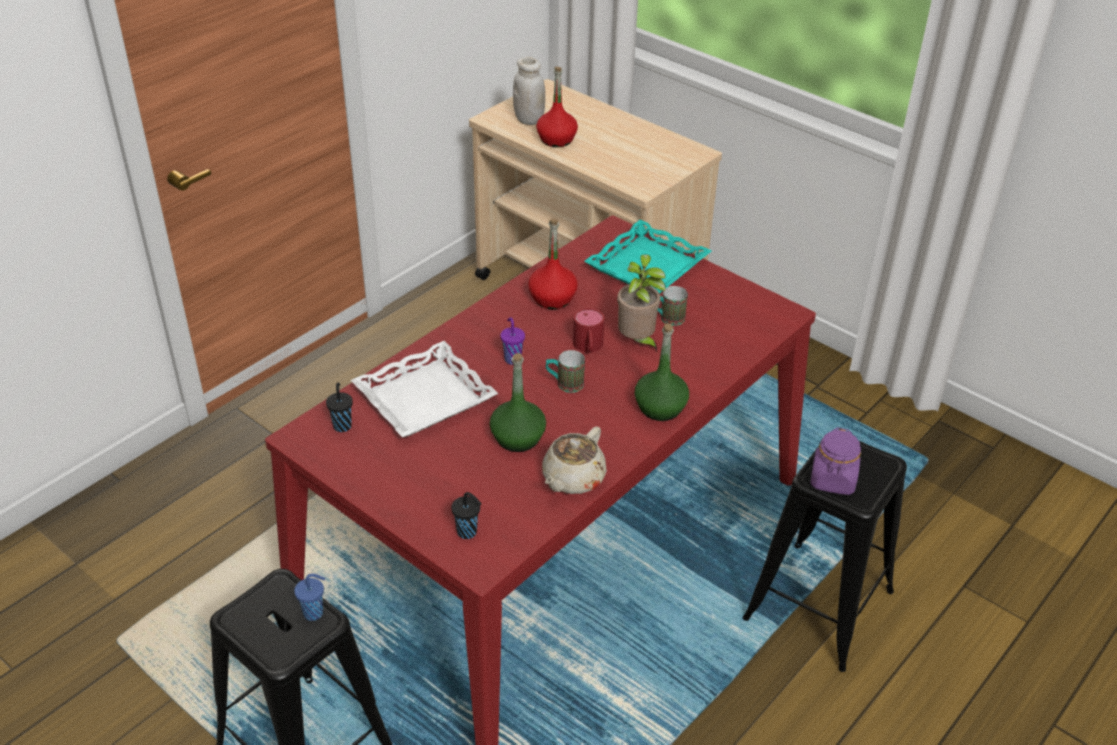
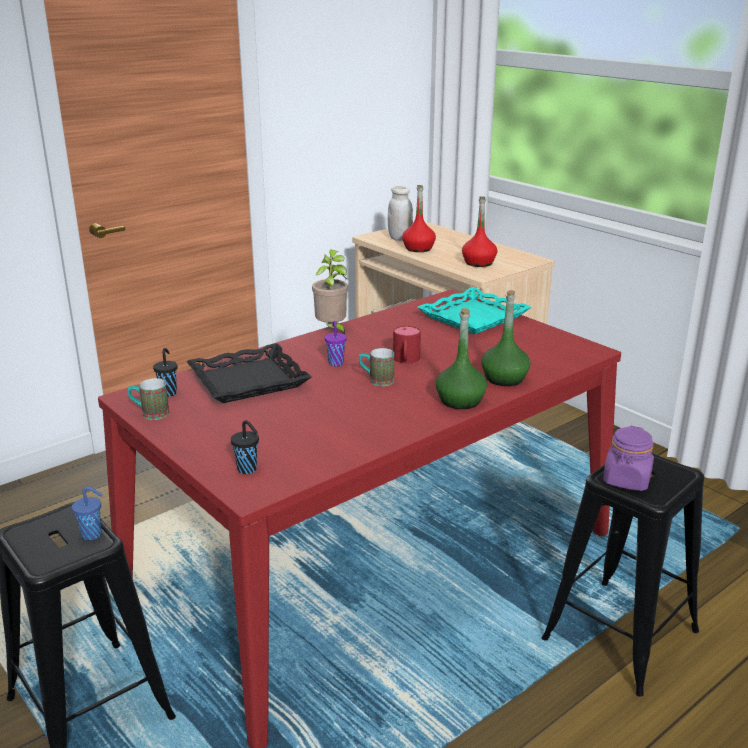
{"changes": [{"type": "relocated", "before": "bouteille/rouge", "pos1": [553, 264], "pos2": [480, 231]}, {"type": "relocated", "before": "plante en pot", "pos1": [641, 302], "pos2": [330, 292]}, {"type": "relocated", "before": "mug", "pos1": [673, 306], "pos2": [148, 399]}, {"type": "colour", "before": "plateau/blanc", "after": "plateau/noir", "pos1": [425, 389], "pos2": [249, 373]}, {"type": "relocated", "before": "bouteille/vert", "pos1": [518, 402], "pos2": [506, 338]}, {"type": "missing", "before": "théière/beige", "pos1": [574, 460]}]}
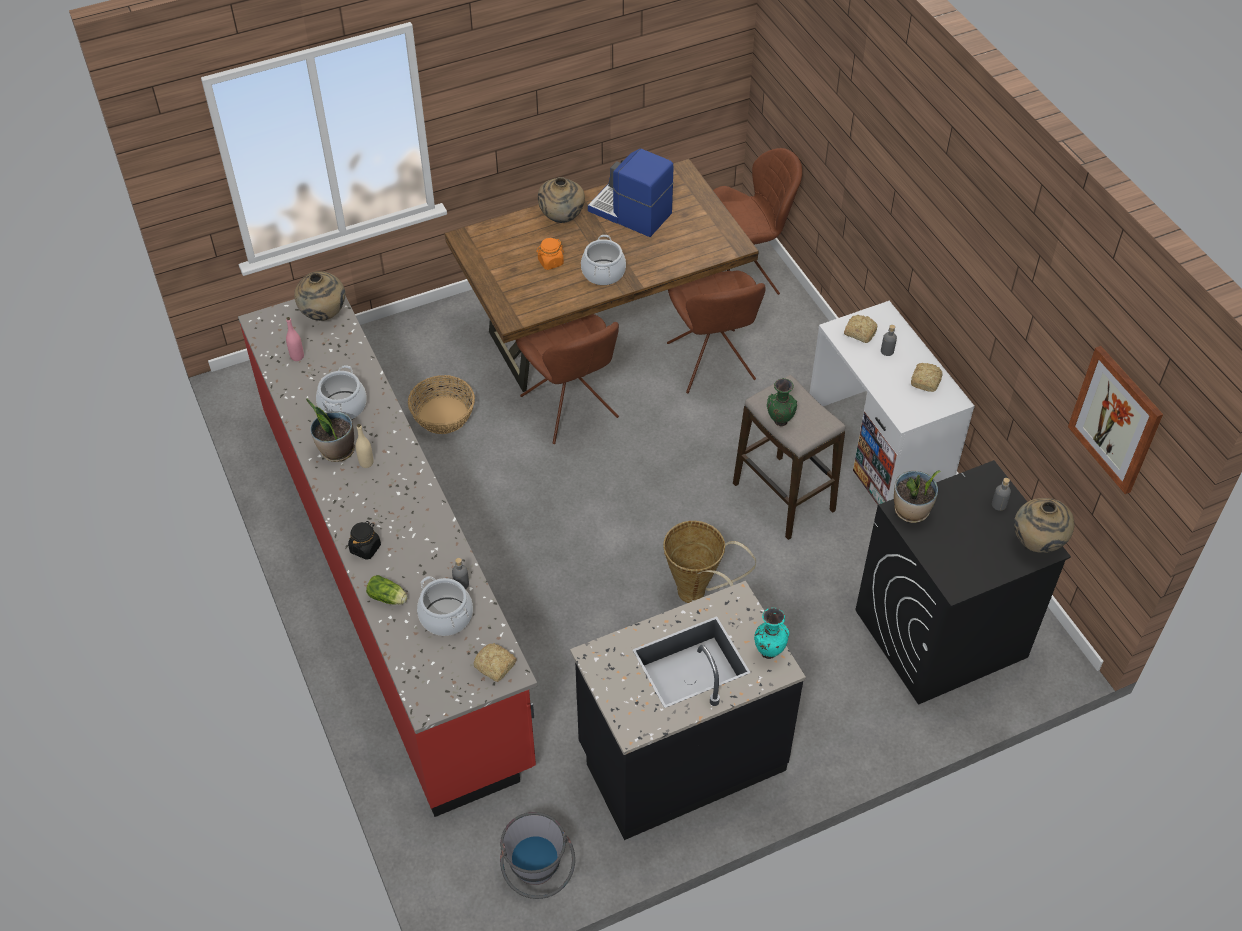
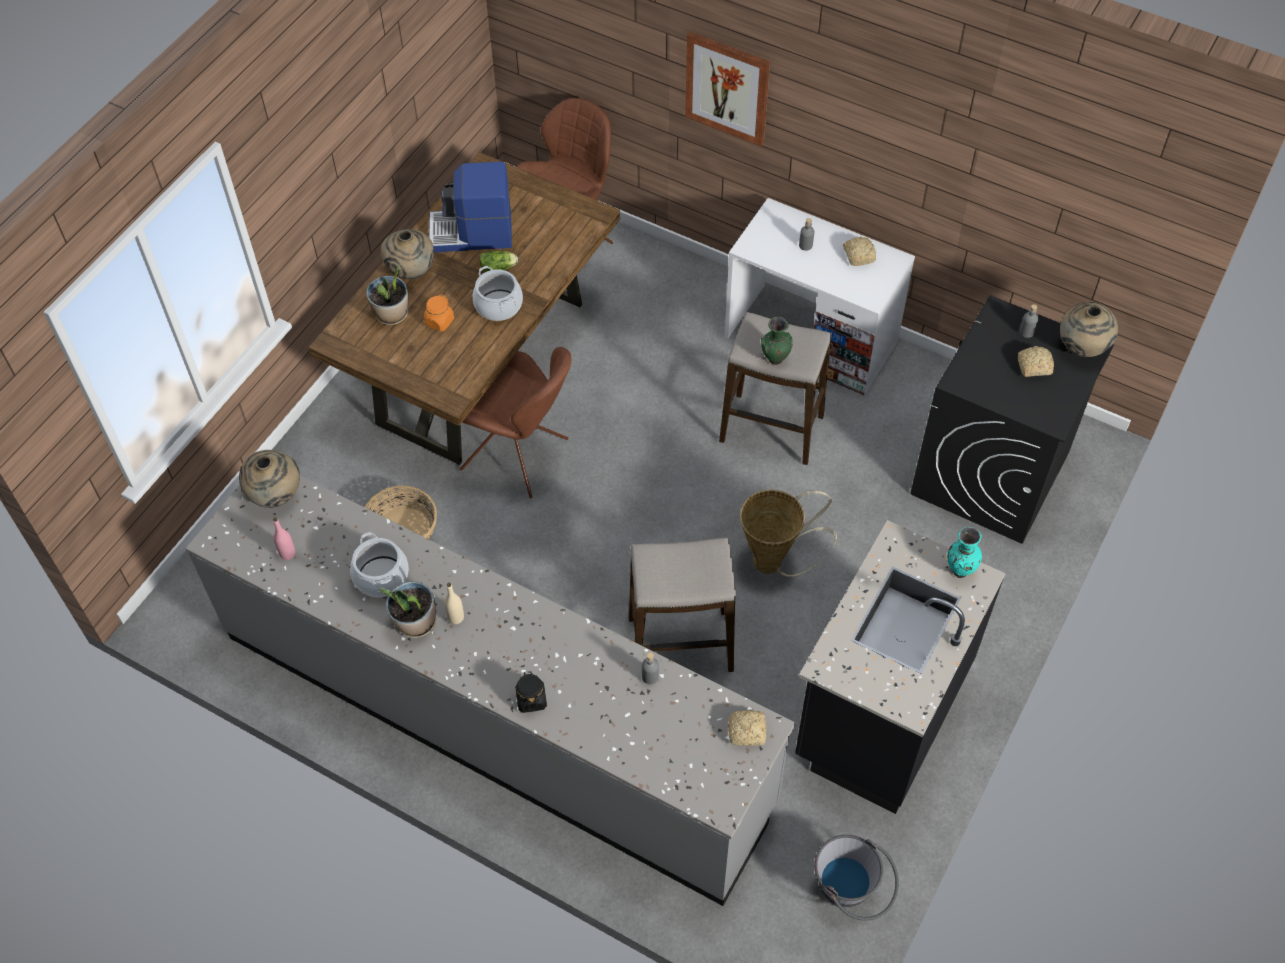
{"changes": [{"type": "missing", "before": "chaise/marron", "pos1": [716, 331]}, {"type": "colour", "before": "comptoir de cuisine/rouge", "after": "comptoir de cuisine/gris", "pos1": [387, 556], "pos2": [490, 690]}, {"type": "relocated", "before": "pain", "pos1": [861, 329], "pos2": [1036, 361]}, {"type": "relocated", "before": "tableau", "pos1": [1115, 420], "pos2": [727, 89]}, {"type": "relocated", "before": "plante en pot", "pos1": [917, 497], "pos2": [387, 295]}, {"type": "relocated", "before": "laitue", "pos1": [387, 590], "pos2": [499, 261]}, {"type": "missing", "before": "marmite", "pos1": [445, 606]}, {"type": "appeared", "after": "tabouret", "pos2": [682, 605]}]}
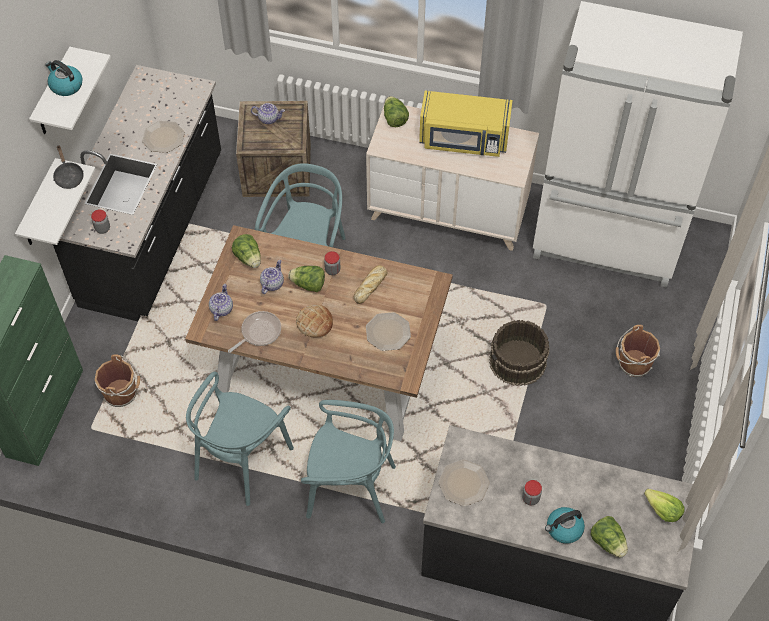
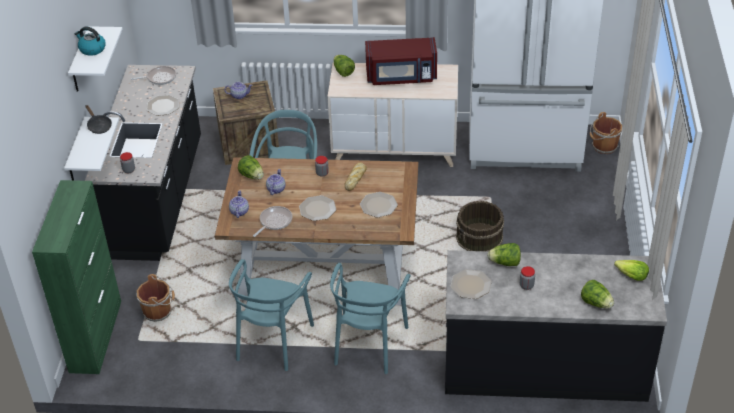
{"changes": [{"type": "colour", "before": "micro-ondes/jaune", "after": "micro-ondes/rouge", "pos1": [466, 124], "pos2": [401, 61]}, {"type": "relocated", "before": "laitue", "pos1": [306, 279], "pos2": [504, 254]}, {"type": "exchanged", "before": "pain", "after": "assiette", "pos1": [314, 321], "pos2": [317, 208]}, {"type": "relocated", "before": "seau/marron", "pos1": [638, 351], "pos2": [606, 133]}, {"type": "spun", "before": "chaise/turquoise", "pos1": [348, 461], "pos2": [370, 318], "turn": 105}, {"type": "missing", "before": "bouilloire", "pos1": [565, 525]}, {"type": "appeared", "after": "poêle", "pos2": [153, 75]}]}
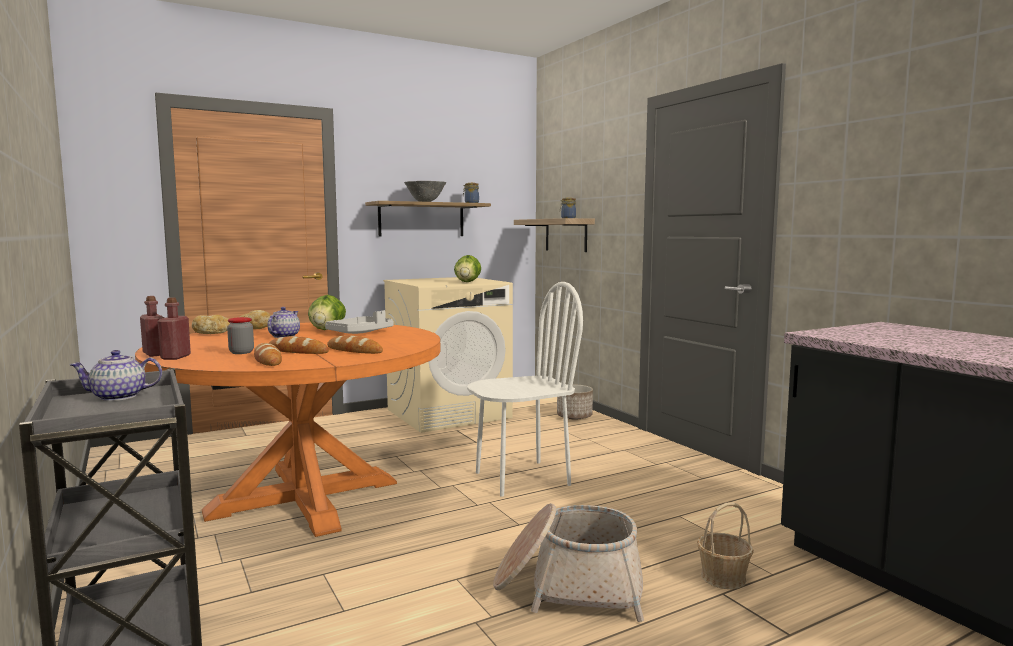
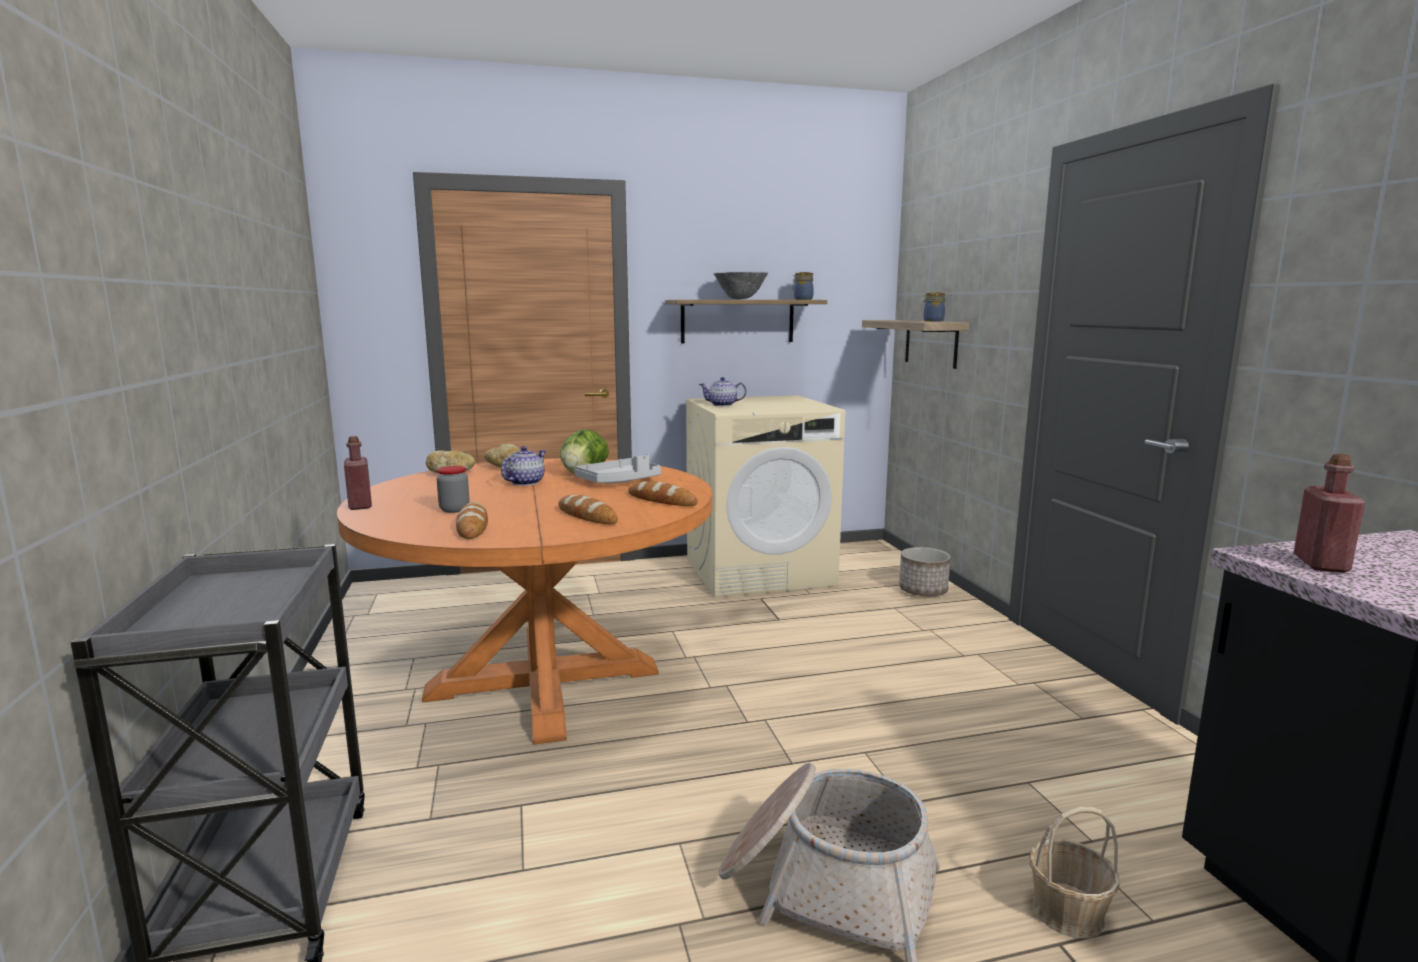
{"changes": [{"type": "missing", "before": "laitue", "pos1": [467, 268]}, {"type": "missing", "before": "chaise/blanc", "pos1": [525, 389]}, {"type": "relocated", "before": "bouteille/rouge", "pos1": [174, 328], "pos2": [1329, 513]}, {"type": "relocated", "before": "pain", "pos1": [299, 345], "pos2": [663, 493]}, {"type": "relocated", "before": "théière", "pos1": [116, 375], "pos2": [722, 391]}]}
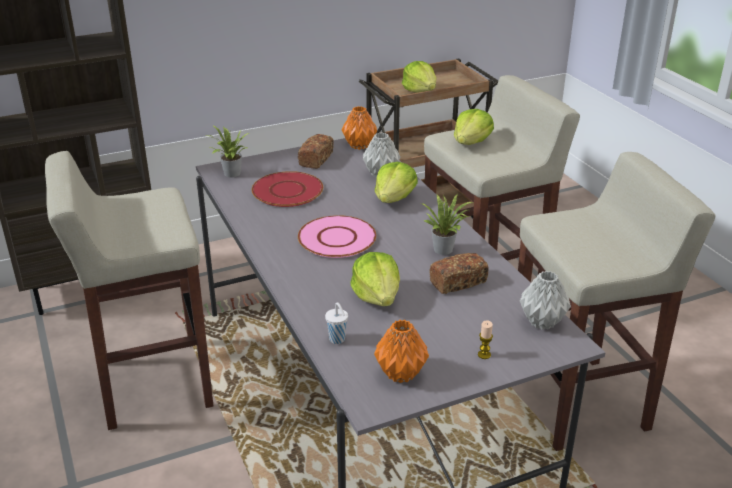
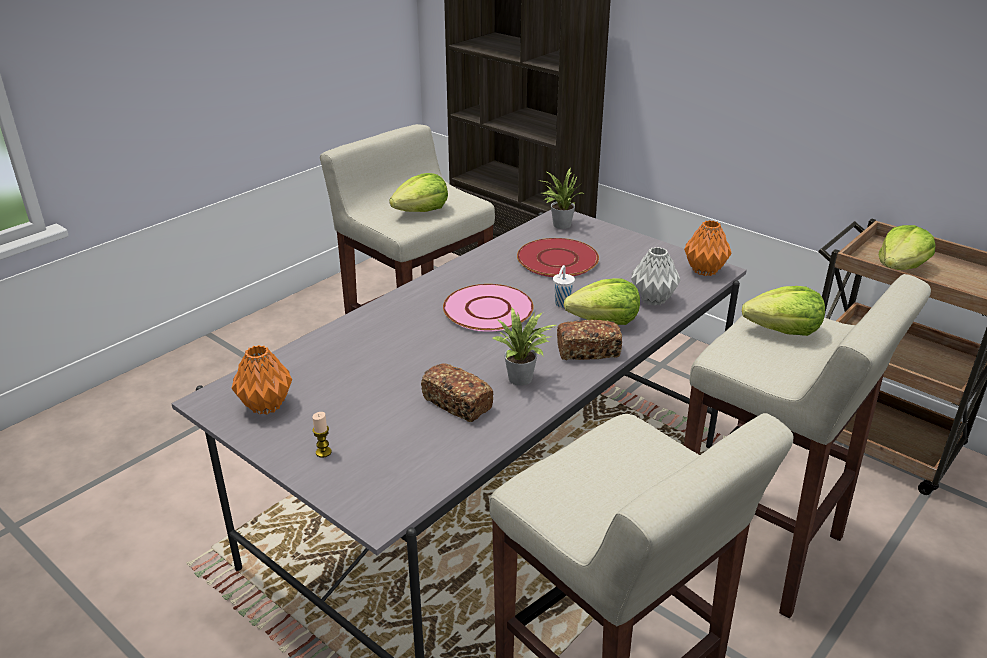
{"changes": [{"type": "relocated", "before": "pain", "pos1": [316, 151], "pos2": [589, 340]}, {"type": "relocated", "before": "laitue", "pos1": [375, 279], "pos2": [418, 192]}, {"type": "missing", "before": "vase/gris", "pos1": [545, 300]}, {"type": "relocated", "before": "tasse/blanc", "pos1": [336, 323], "pos2": [564, 286]}]}
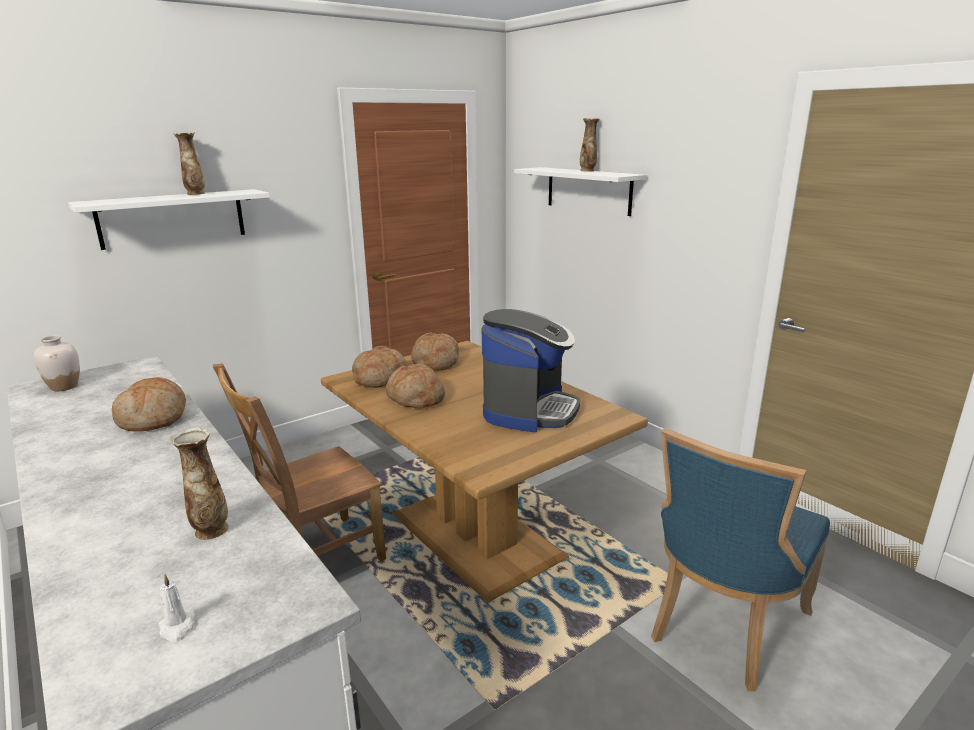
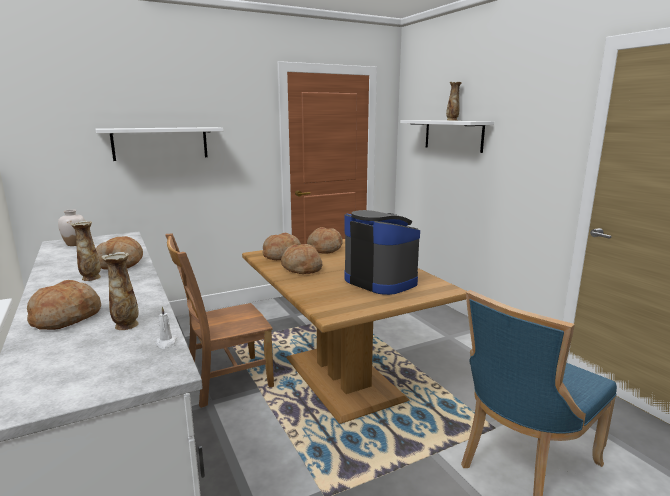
{"changes": [{"type": "relocated", "before": "vase", "pos1": [189, 163], "pos2": [85, 251]}, {"type": "spun", "before": "machine à café", "pos1": [531, 370], "pos2": [382, 252], "turn": -75}, {"type": "relocated", "before": "bougie/blanc", "pos1": [177, 608], "pos2": [166, 327]}, {"type": "appeared", "after": "pain", "pos2": [64, 305]}]}
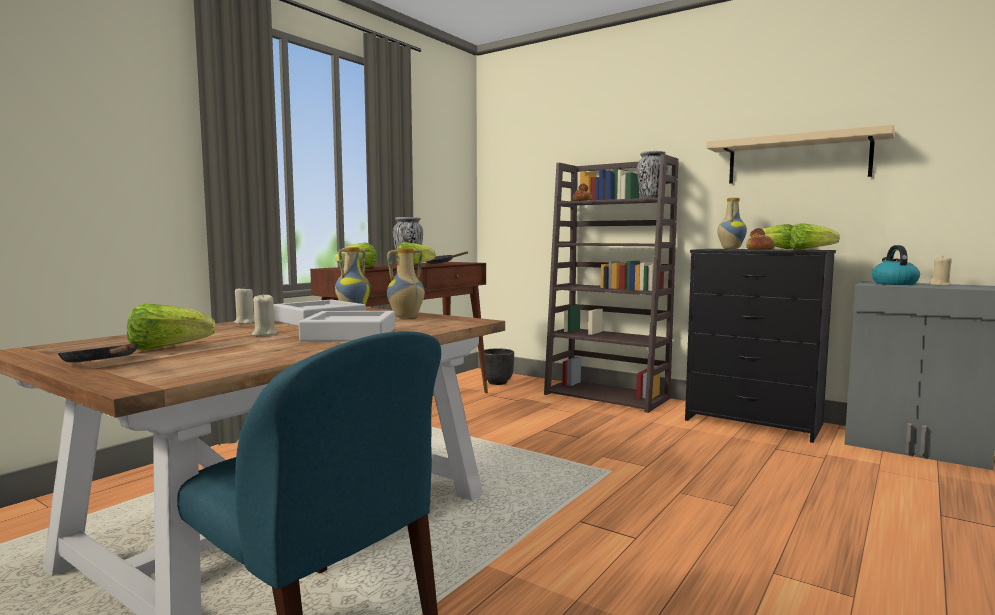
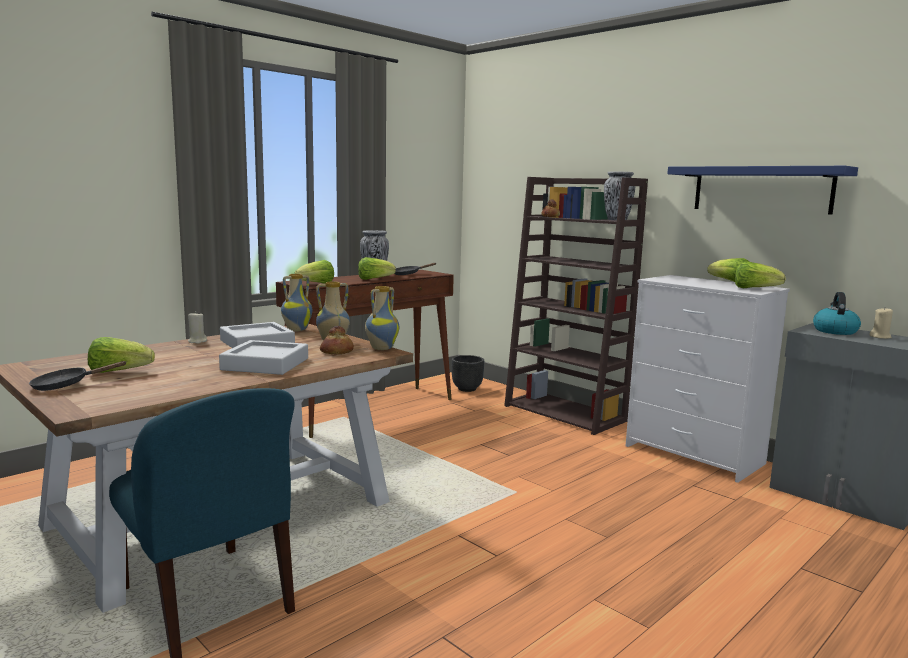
{"changes": [{"type": "colour", "before": "étagère/beige", "after": "étagère/bleu", "pos1": [801, 154], "pos2": [762, 190]}, {"type": "relocated", "before": "vase", "pos1": [732, 223], "pos2": [382, 318]}, {"type": "relocated", "before": "pain", "pos1": [760, 239], "pos2": [337, 340]}, {"type": "colour", "before": "commode/noir", "after": "commode/blanc", "pos1": [760, 346], "pos2": [708, 379]}, {"type": "missing", "before": "bougie/beige", "pos1": [264, 314]}, {"type": "spun", "before": "poêle/noir", "pos1": [98, 353], "pos2": [78, 376], "turn": -75}]}
